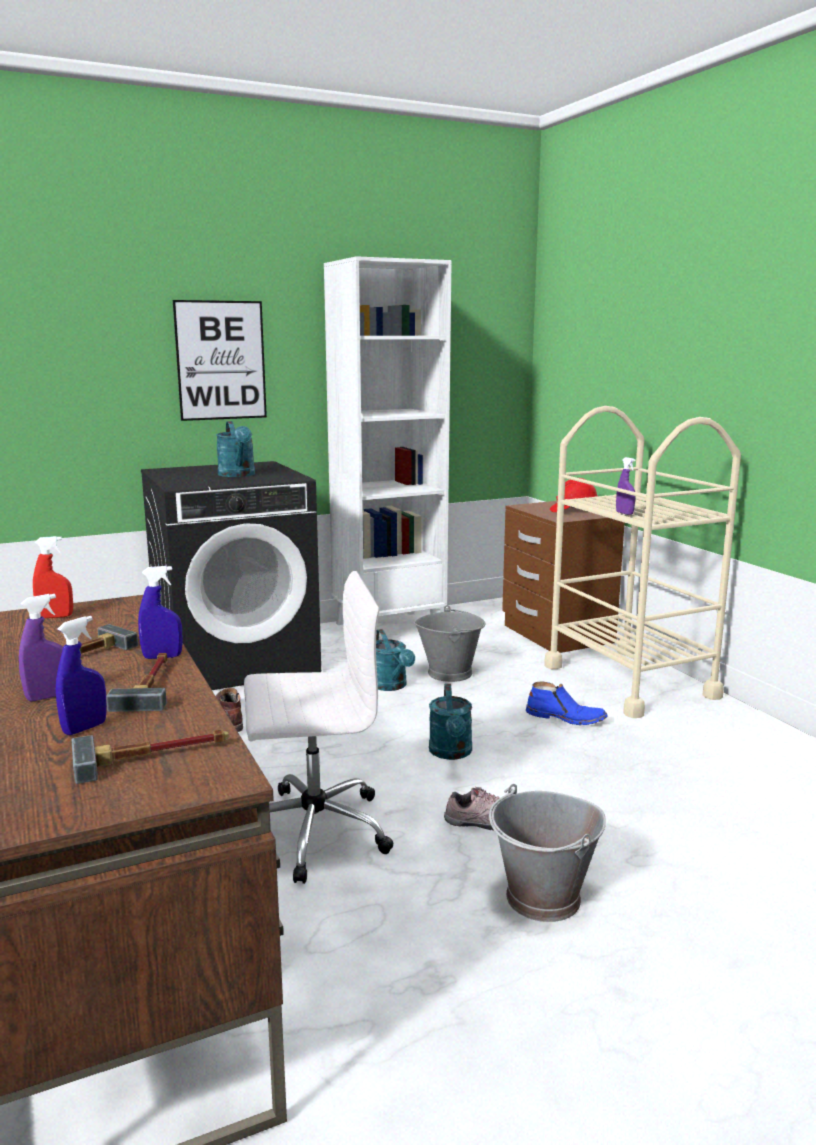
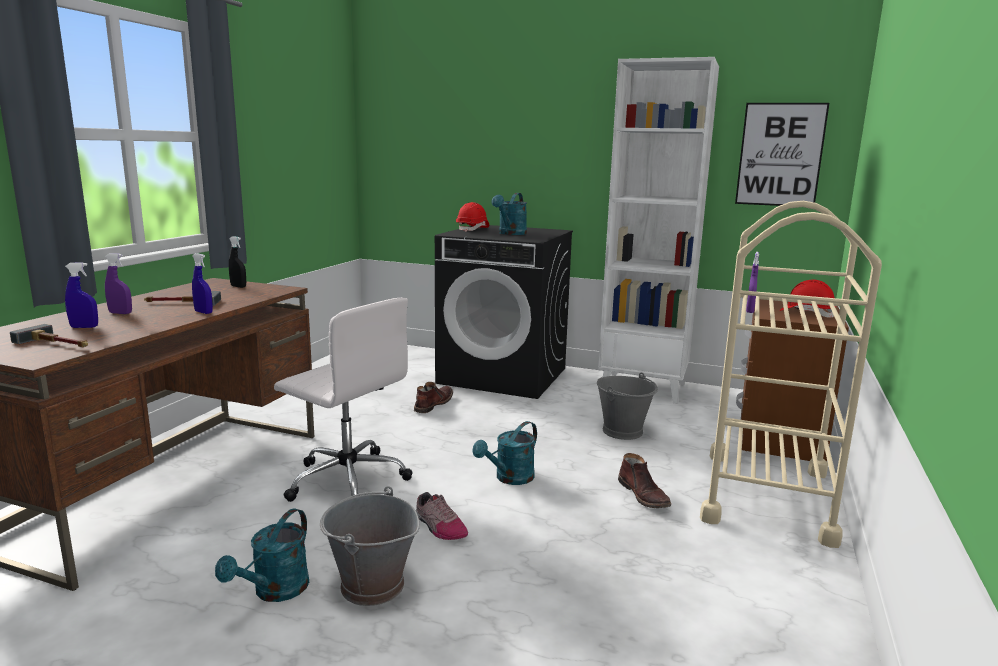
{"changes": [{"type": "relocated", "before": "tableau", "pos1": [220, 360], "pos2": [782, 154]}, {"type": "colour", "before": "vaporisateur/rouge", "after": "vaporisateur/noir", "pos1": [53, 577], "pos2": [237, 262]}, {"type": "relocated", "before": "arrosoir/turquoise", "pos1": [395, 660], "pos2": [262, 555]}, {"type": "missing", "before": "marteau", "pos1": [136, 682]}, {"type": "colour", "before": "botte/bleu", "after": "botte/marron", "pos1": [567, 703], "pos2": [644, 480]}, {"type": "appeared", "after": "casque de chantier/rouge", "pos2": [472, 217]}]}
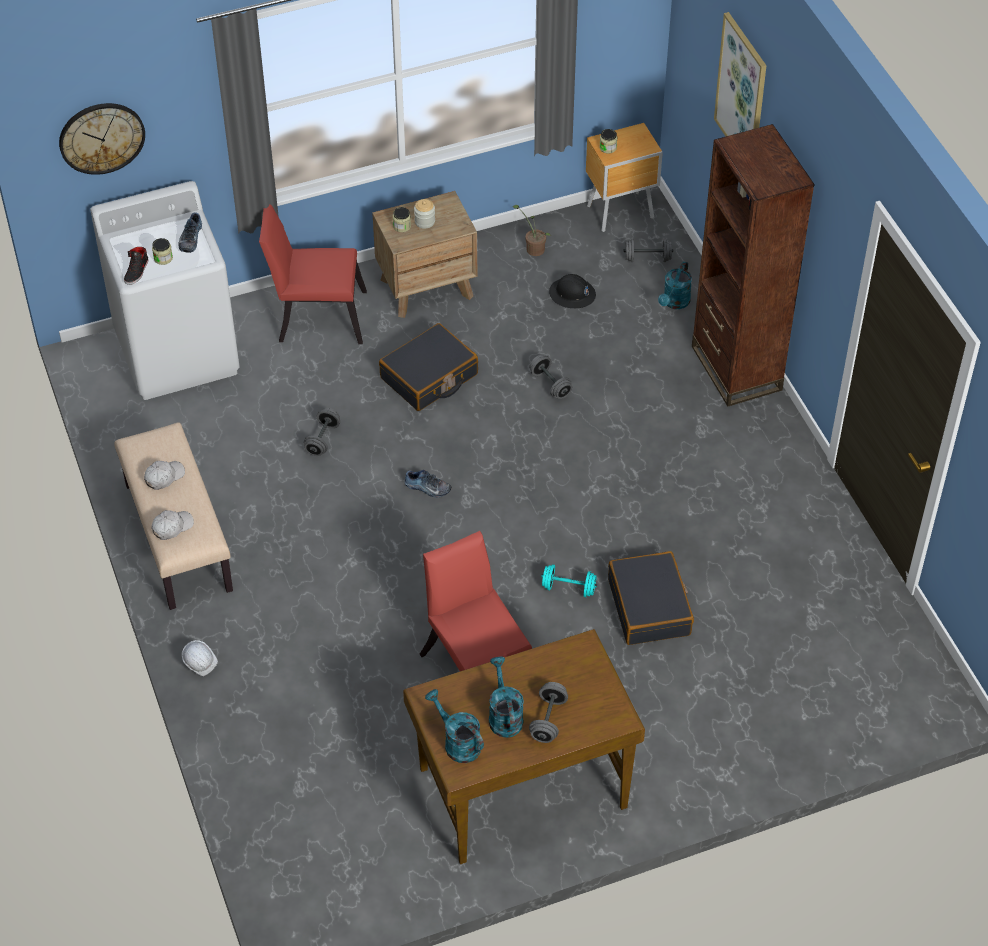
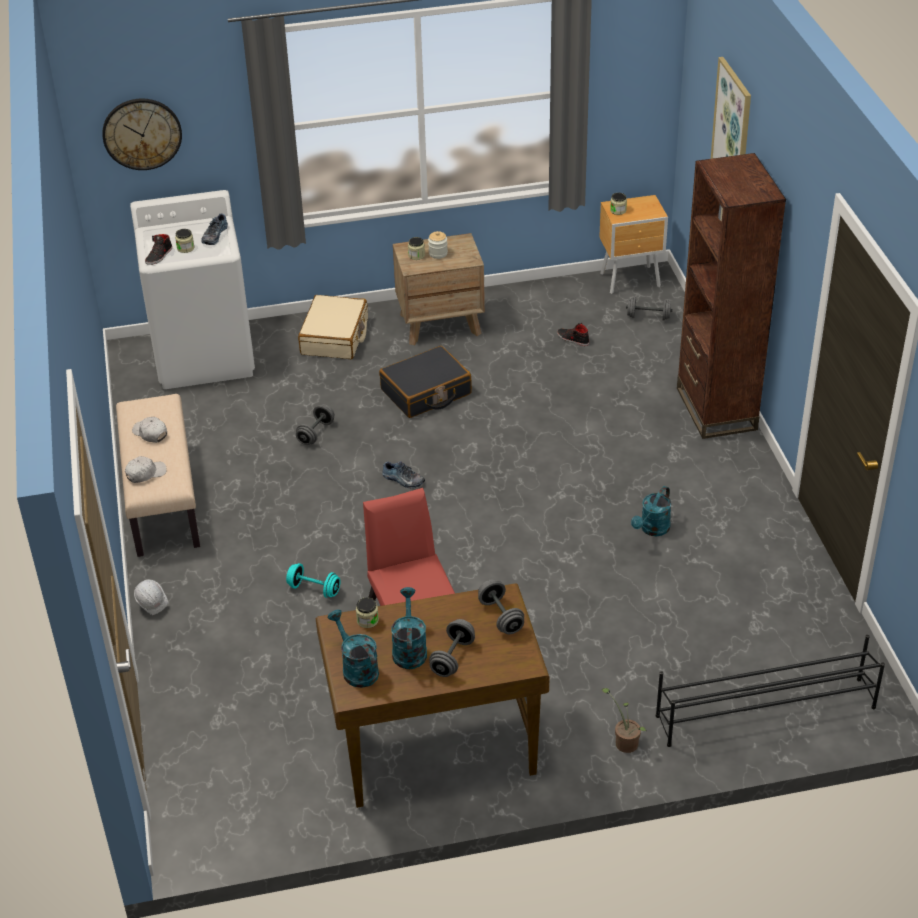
{"changes": [{"type": "exchanged", "before": "chaise/rouge", "after": "valise/beige", "pos1": [313, 274], "pos2": [333, 327]}, {"type": "relocated", "before": "plante en pot", "pos1": [532, 230], "pos2": [623, 720]}, {"type": "relocated", "before": "arrosoir/turquoise", "pos1": [675, 285], "pos2": [651, 511]}, {"type": "exchanged", "before": "casque de chantier/noir", "after": "chaussure/noir", "pos1": [572, 291], "pos2": [573, 334]}, {"type": "relocated", "before": "haltère/gris", "pos1": [551, 377], "pos2": [501, 606]}, {"type": "spun", "before": "casquette/blanc", "pos1": [164, 475], "pos2": [149, 430], "turn": -105}, {"type": "missing", "before": "valise/noir", "pos1": [651, 598]}, {"type": "relocated", "before": "haltère/turquoise", "pos1": [569, 580], "pos2": [313, 580]}, {"type": "appeared", "after": "bocal", "pos2": [367, 612]}, {"type": "appeared", "after": "étagère à chaussures/noir", "pos2": [770, 691]}]}
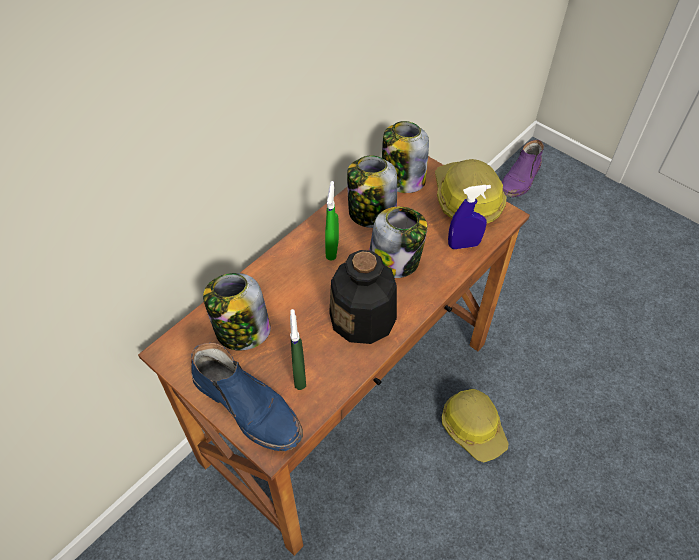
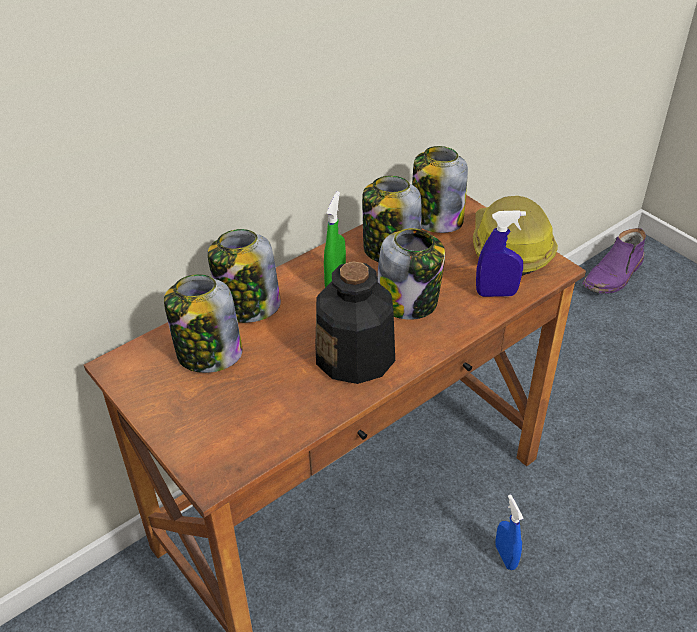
{"changes": [{"type": "missing", "before": "vaporisateur/vert", "pos1": [298, 349]}, {"type": "missing", "before": "botte/bleu", "pos1": [247, 397]}, {"type": "exchanged", "before": "casque de chantier", "after": "vaporisateur/bleu", "pos1": [475, 426], "pos2": [510, 532]}, {"type": "appeared", "after": "bocal", "pos2": [244, 276]}]}
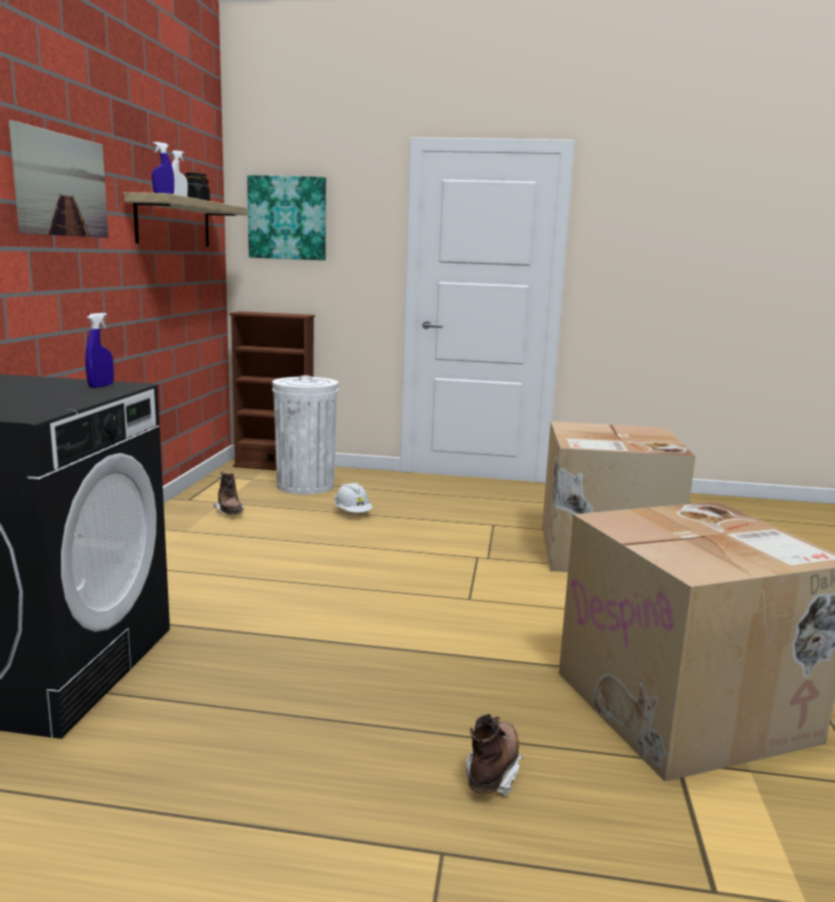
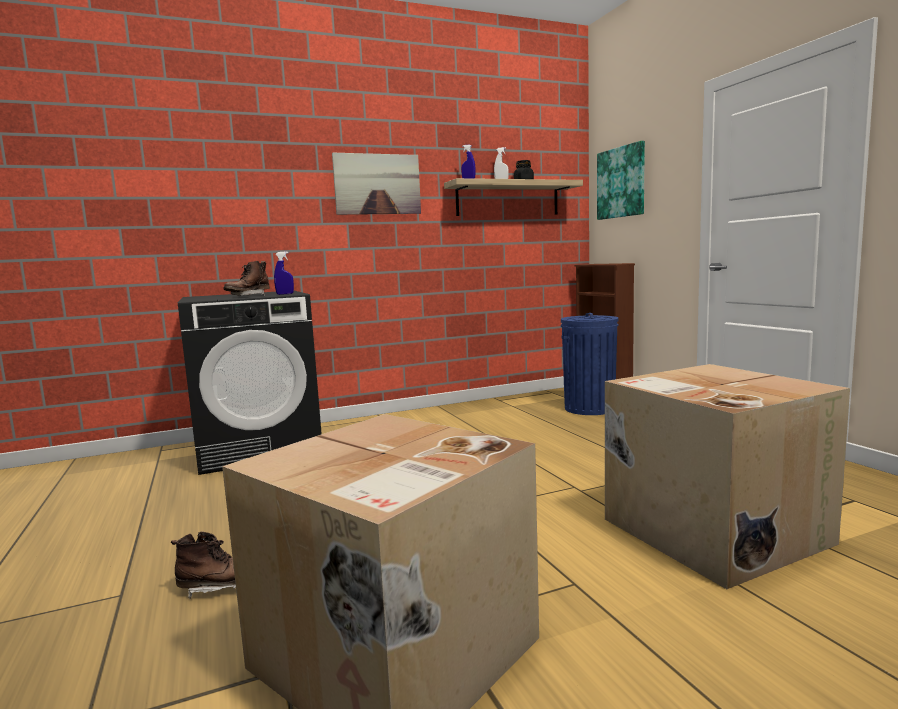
{"changes": [{"type": "colour", "before": "poubelle/blanc", "after": "poubelle/bleu", "pos1": [305, 435], "pos2": [589, 364]}, {"type": "relocated", "before": "botte/marron", "pos1": [229, 493], "pos2": [246, 278]}, {"type": "missing", "before": "casque de chantier/blanc", "pos1": [353, 498]}]}
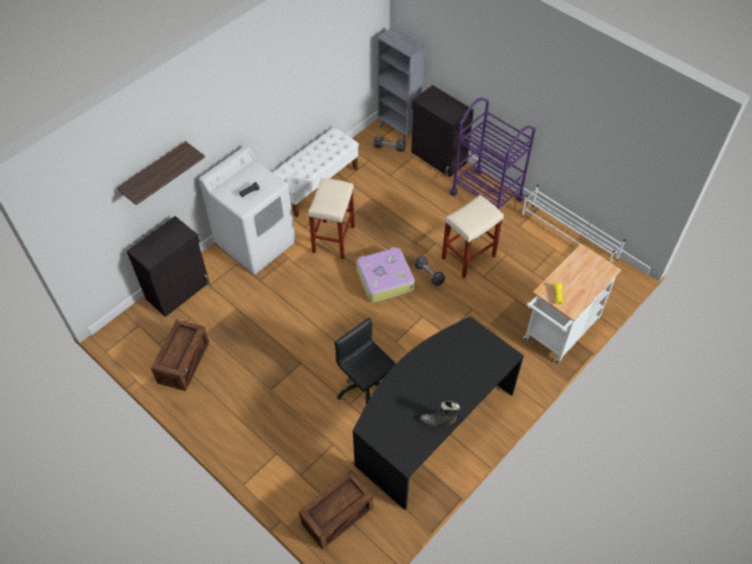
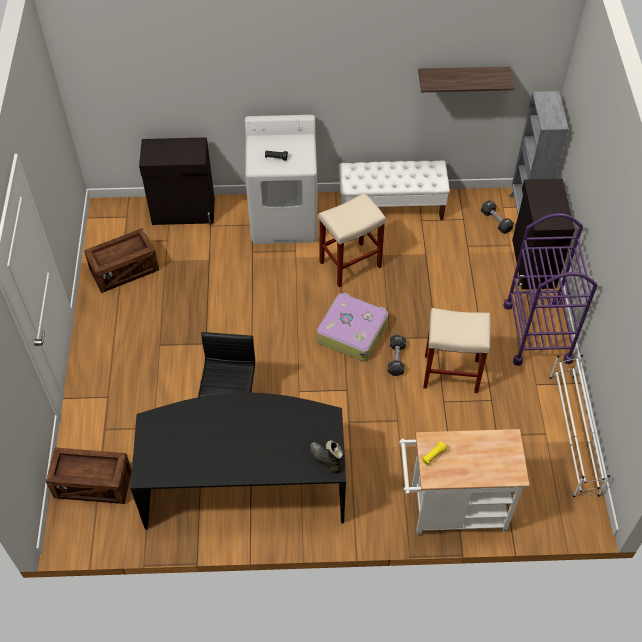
{"changes": [{"type": "relocated", "before": "étagère", "pos1": [161, 173], "pos2": [466, 79]}, {"type": "relocated", "before": "botte/noir", "pos1": [440, 413], "pos2": [326, 456]}]}
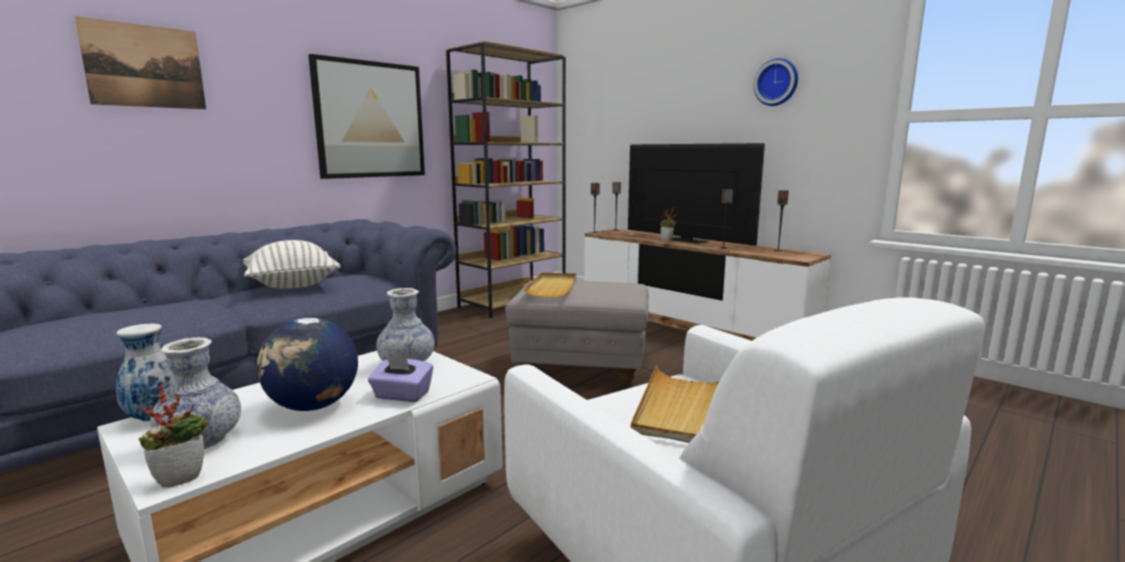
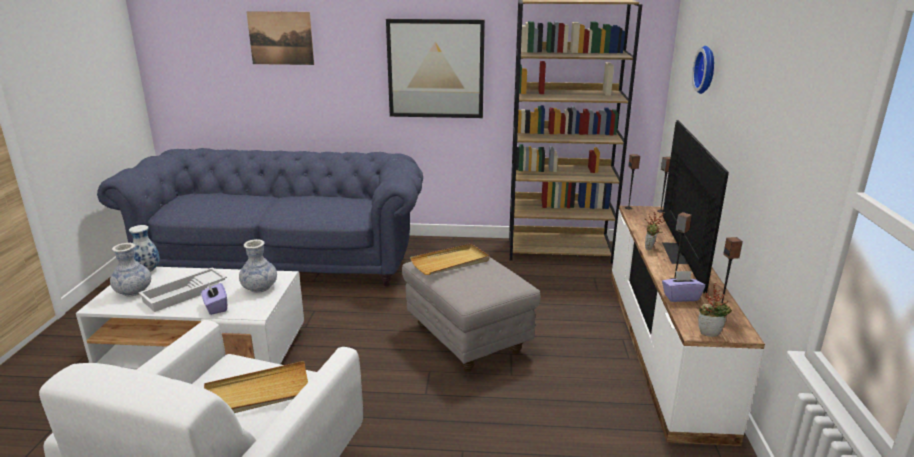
{"changes": [{"type": "relocated", "before": "horloge murale", "pos1": [776, 82], "pos2": [703, 70]}, {"type": "missing", "before": "coussin", "pos1": [291, 264]}, {"type": "exchanged", "before": "globe", "after": "plateau/blanc", "pos1": [307, 364], "pos2": [182, 289]}, {"type": "relocated", "before": "plante en pot", "pos1": [173, 435], "pos2": [715, 310]}, {"type": "appeared", "after": "boîte à mouchoirs/violet", "pos2": [683, 286]}]}
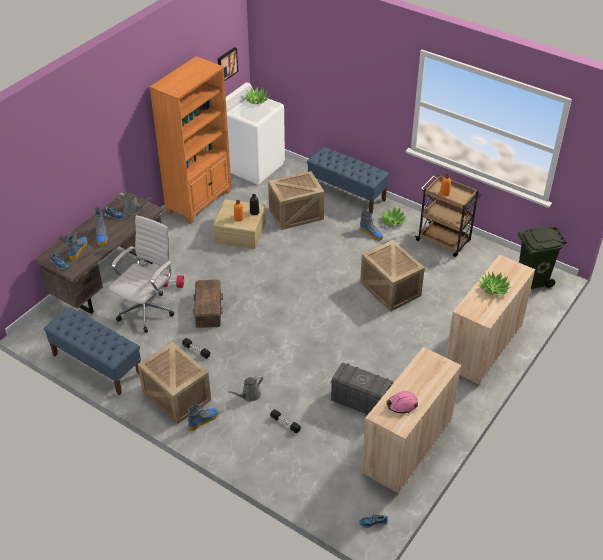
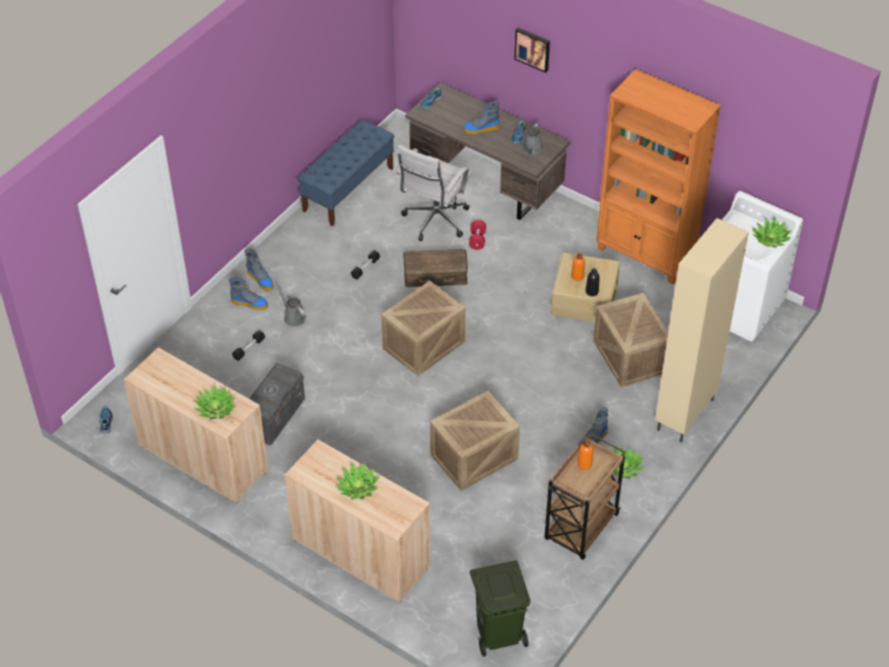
{"changes": [{"type": "relocated", "before": "tableau", "pos1": [228, 64], "pos2": [532, 50]}, {"type": "exchanged", "before": "banc/bleu", "after": "meuble de rangement/beige", "pos1": [348, 180], "pos2": [702, 330]}, {"type": "spun", "before": "chaise de bureau/blanc", "pos1": [141, 274], "pos2": [434, 192], "turn": 90}, {"type": "relocated", "before": "botte", "pos1": [77, 246], "pos2": [248, 293]}, {"type": "relocated", "before": "caisse", "pos1": [174, 383], "pos2": [423, 328]}, {"type": "missing", "before": "casque de chantier/rose", "pos1": [402, 402]}, {"type": "appeared", "after": "plante en pot", "pos2": [215, 402]}]}
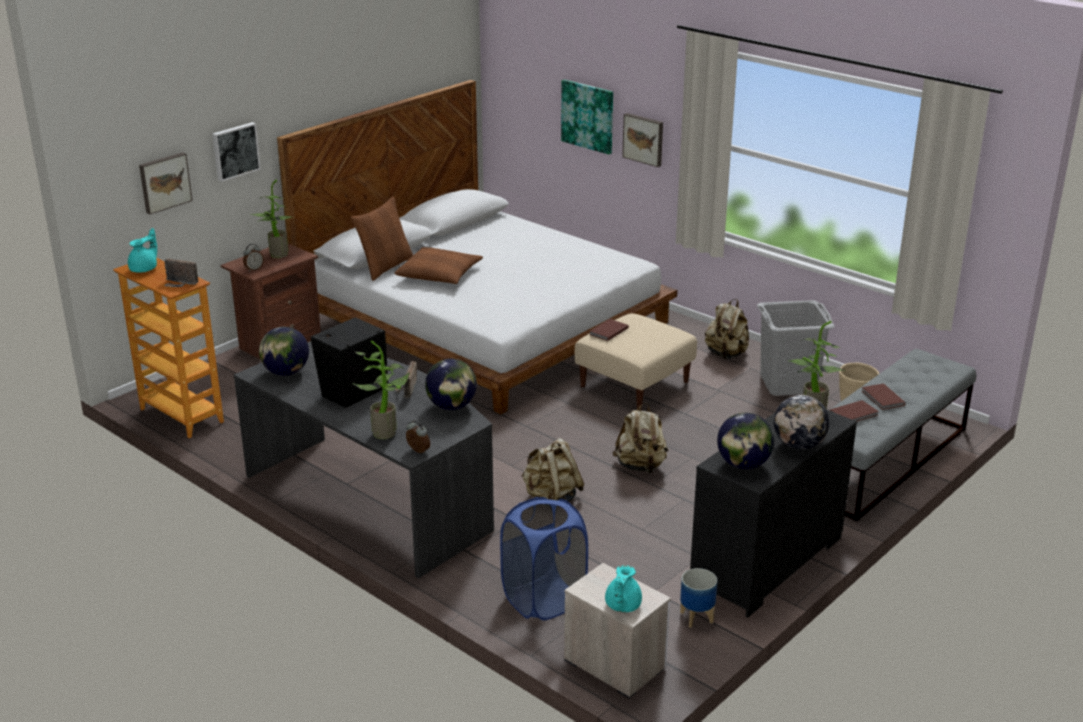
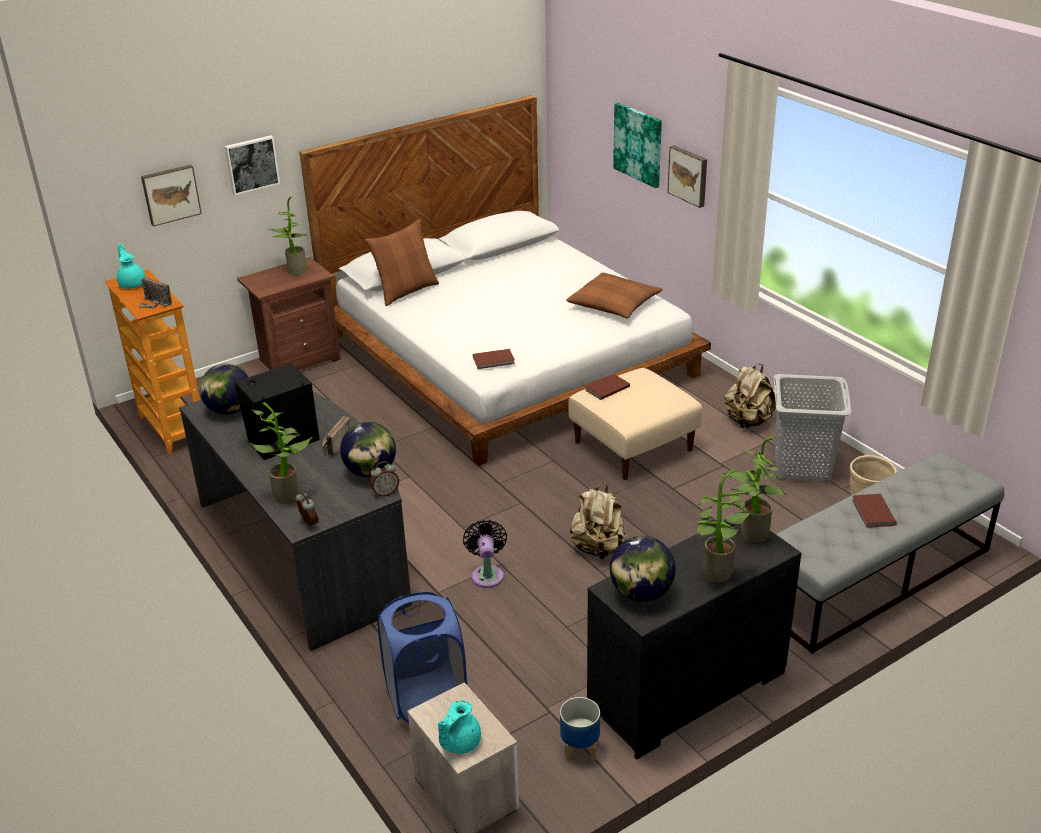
{"changes": [{"type": "spun", "before": "théière/turquoise", "pos1": [142, 250], "pos2": [131, 266], "turn": -75}, {"type": "relocated", "before": "réveil", "pos1": [253, 258], "pos2": [384, 479]}, {"type": "relocated", "before": "coussin/marron", "pos1": [439, 265], "pos2": [614, 296]}, {"type": "exchanged", "before": "globe", "after": "plante en pot", "pos1": [801, 422], "pos2": [729, 525]}, {"type": "relocated", "before": "livre/marron", "pos1": [854, 411], "pos2": [494, 359]}, {"type": "exchanged", "before": "sac à dos/beige", "after": "ventilateur/noir", "pos1": [552, 470], "pos2": [485, 554]}]}
